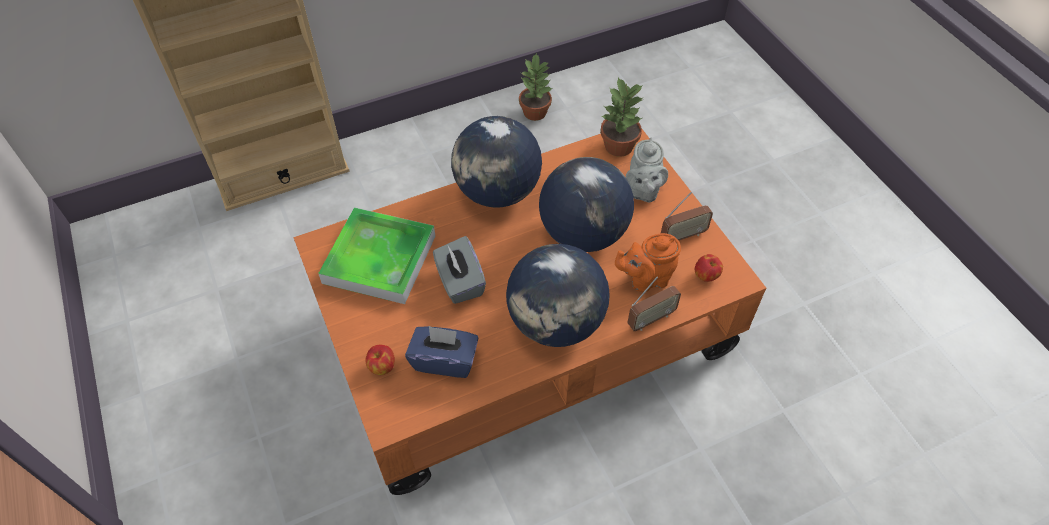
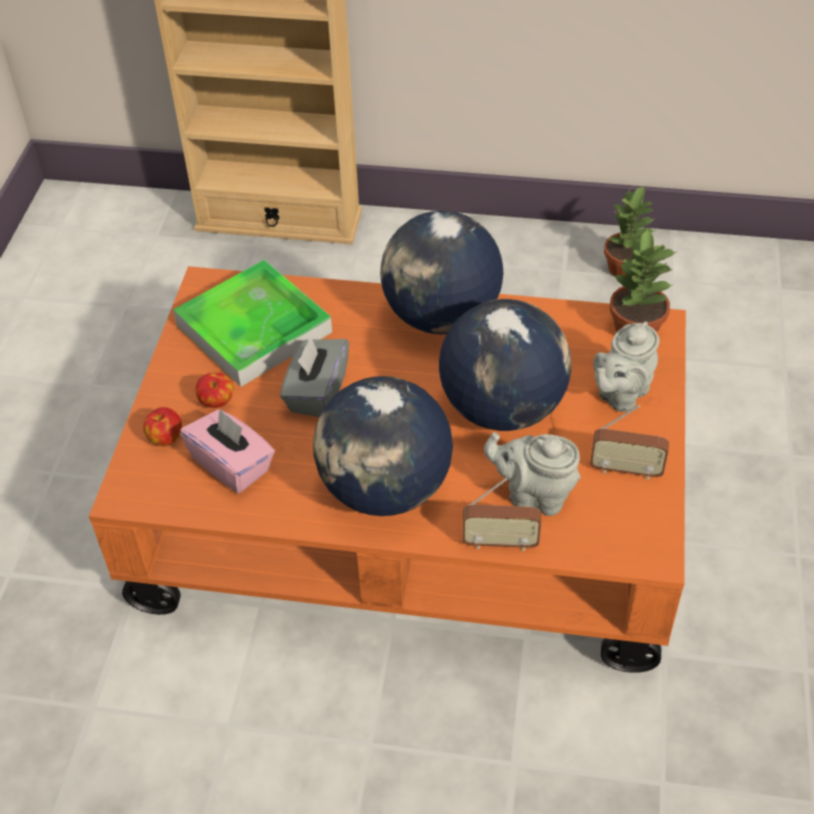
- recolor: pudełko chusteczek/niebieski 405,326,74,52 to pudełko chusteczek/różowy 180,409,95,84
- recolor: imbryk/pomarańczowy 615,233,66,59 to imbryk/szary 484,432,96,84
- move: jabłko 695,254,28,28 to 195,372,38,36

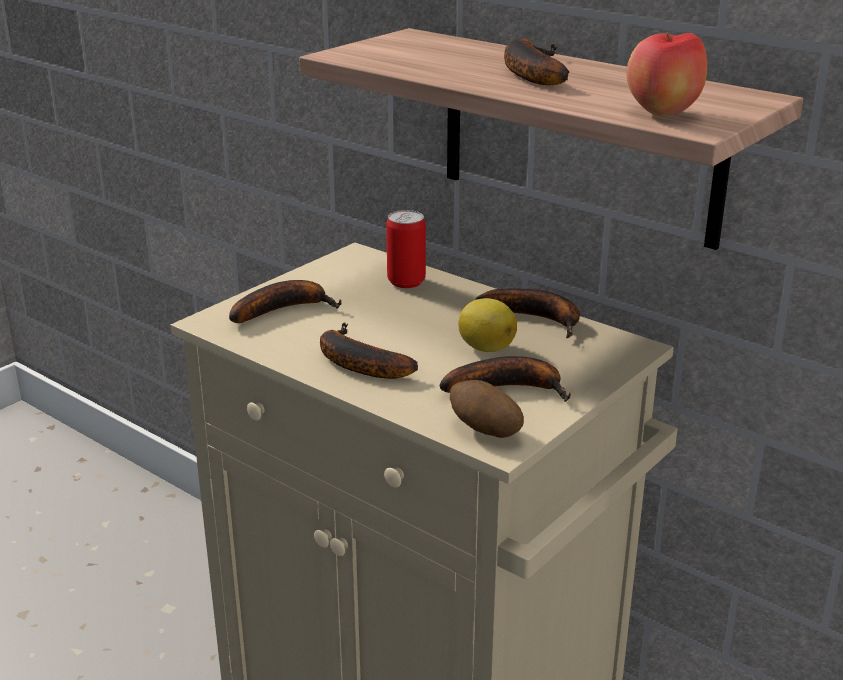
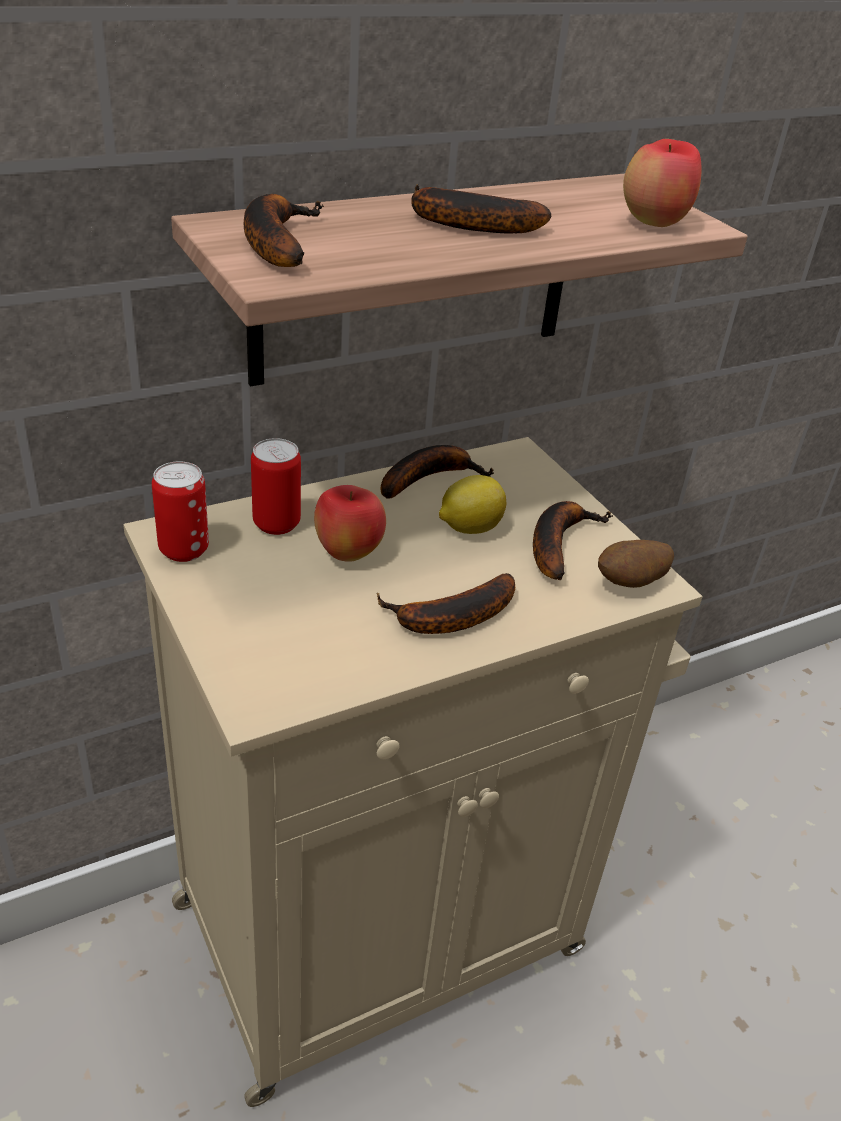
- move: banan 229,280,113,43 to 244,194,80,73
- insert: puszka 152,461,57,101
- insert: jabłko 314,485,72,77

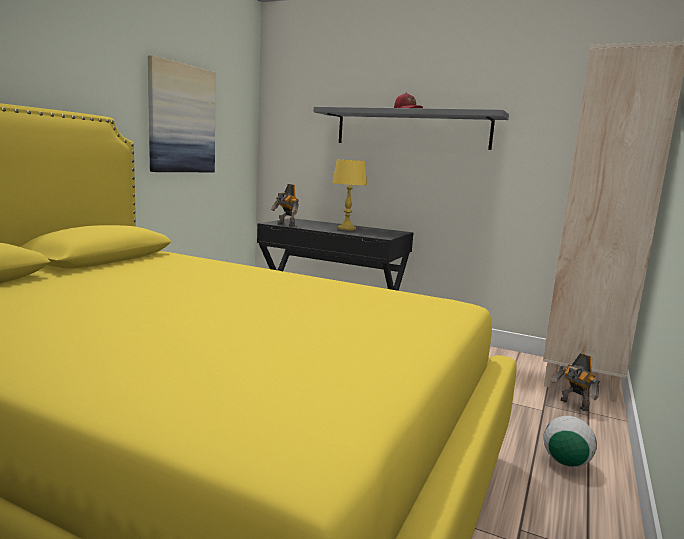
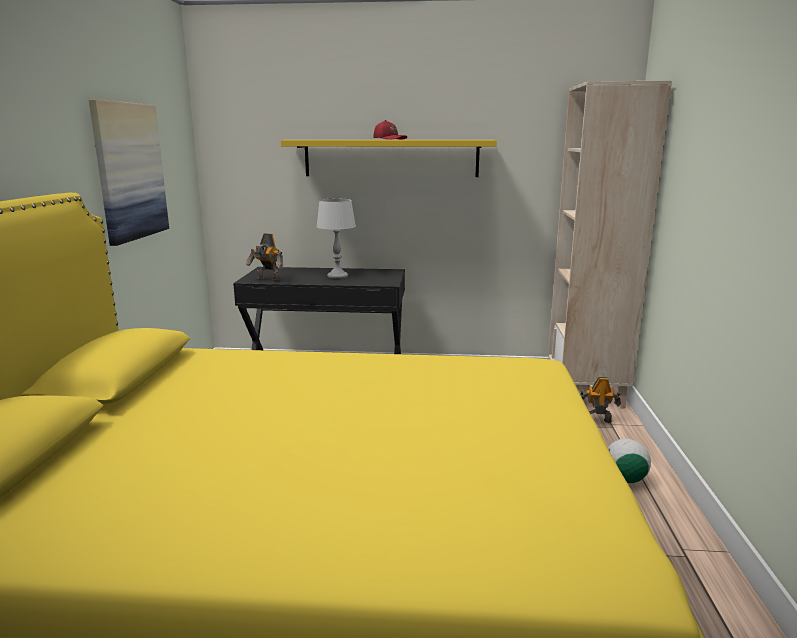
- recolor: półka/szary 314,107,195,43 to półka/żółty 281,140,216,37
- recolor: lampa stołowa/żółty 332,159,35,72 to lampa stołowa/szary 316,199,40,80
- rotate: robot zabawkowy 551,353,49,58 = 580,377,41,46 150 degrees clockwise

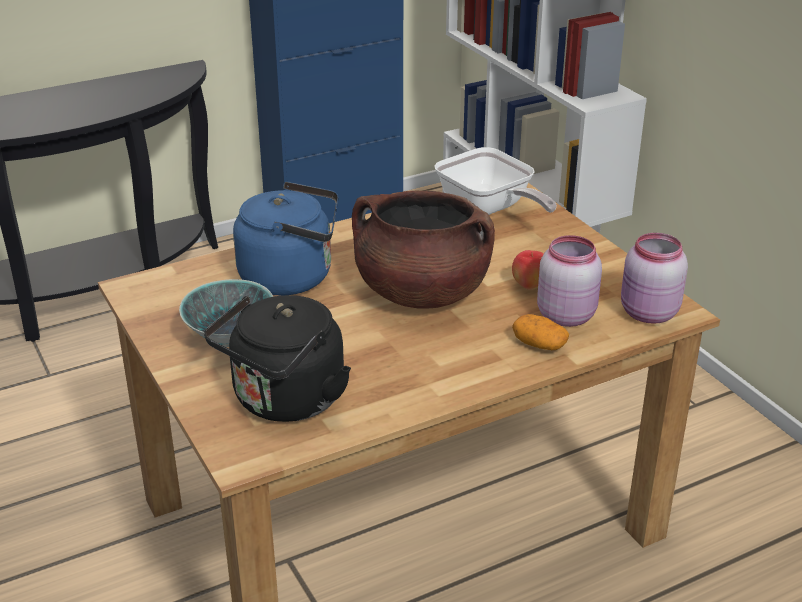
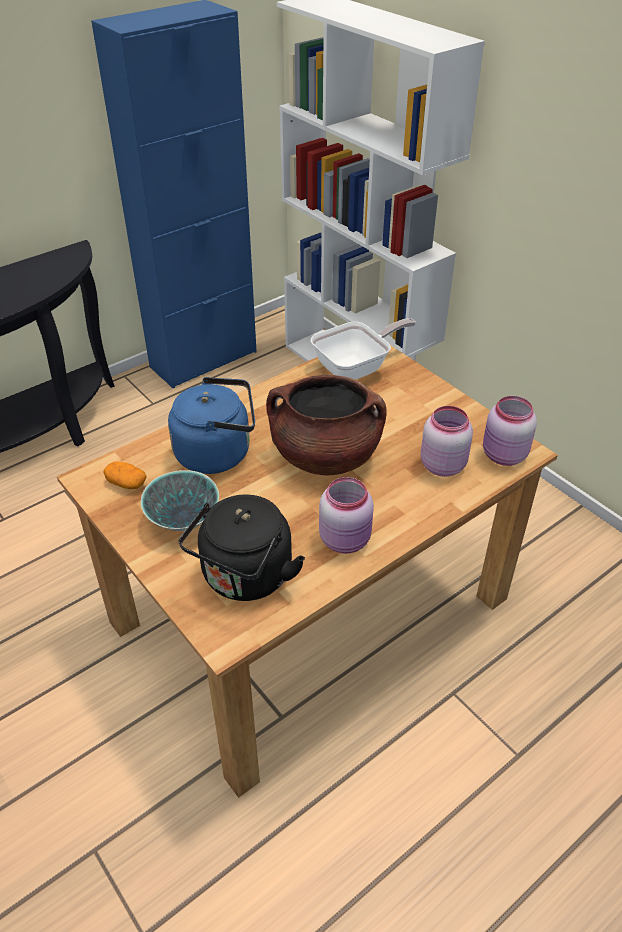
- rotate: patelnia 435,147,122,68 = 311,318,105,62 75 degrees counterclockwise
- delete: jabłko 512,250,32,40
- move: ziemniak 512,314,57,36 to 103,461,44,28
- insert: słoik/różowy 319,477,55,77

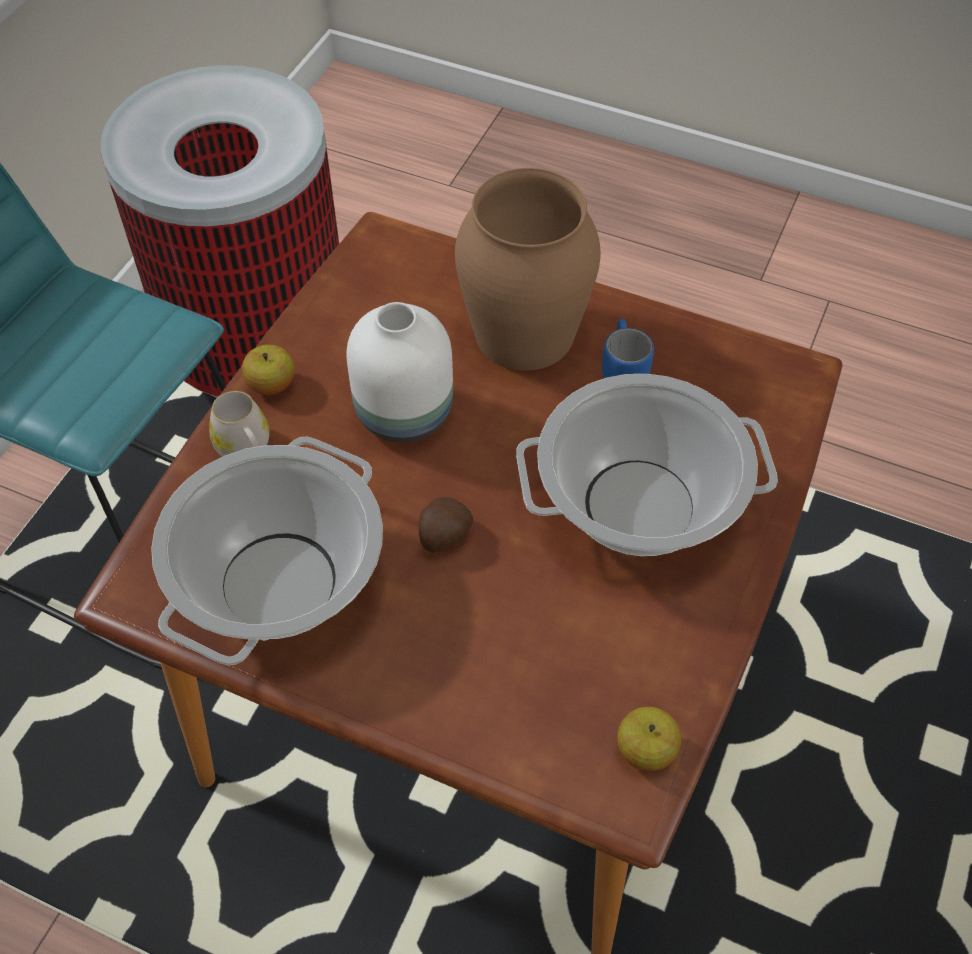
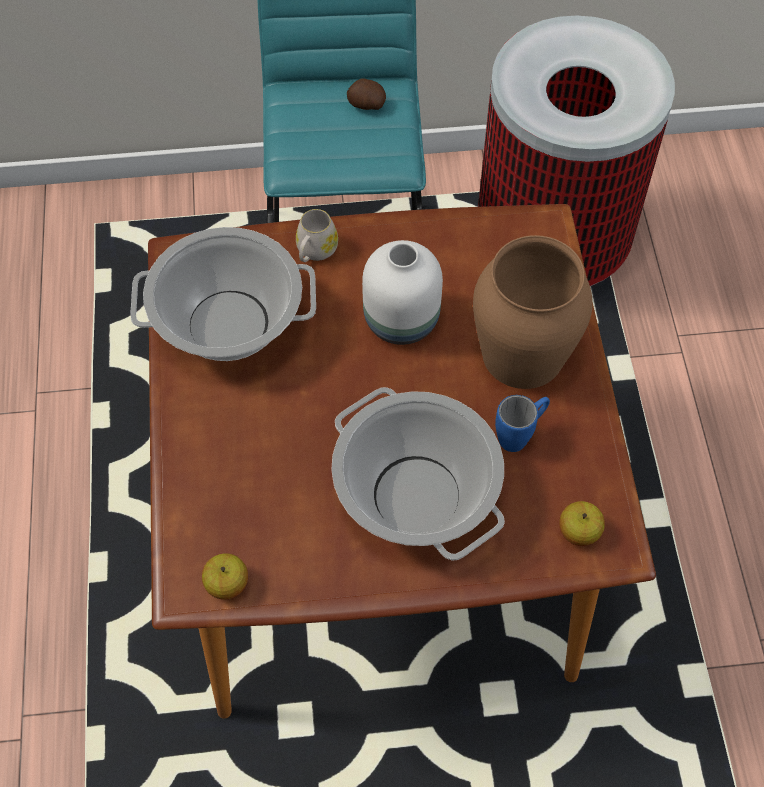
- move: jabłko 242,345,53,50 to 559,501,46,45
- move: ziemniak 419,497,54,56 to 347,78,39,32

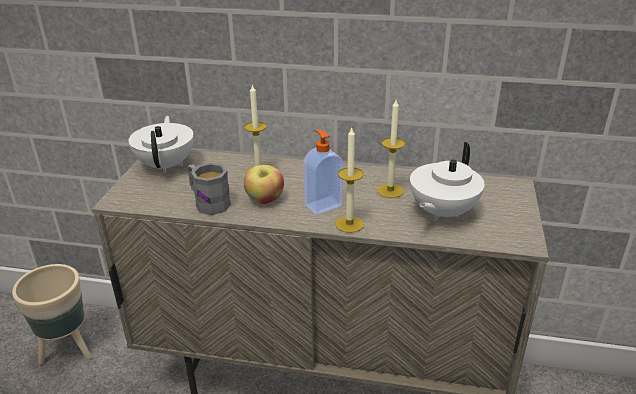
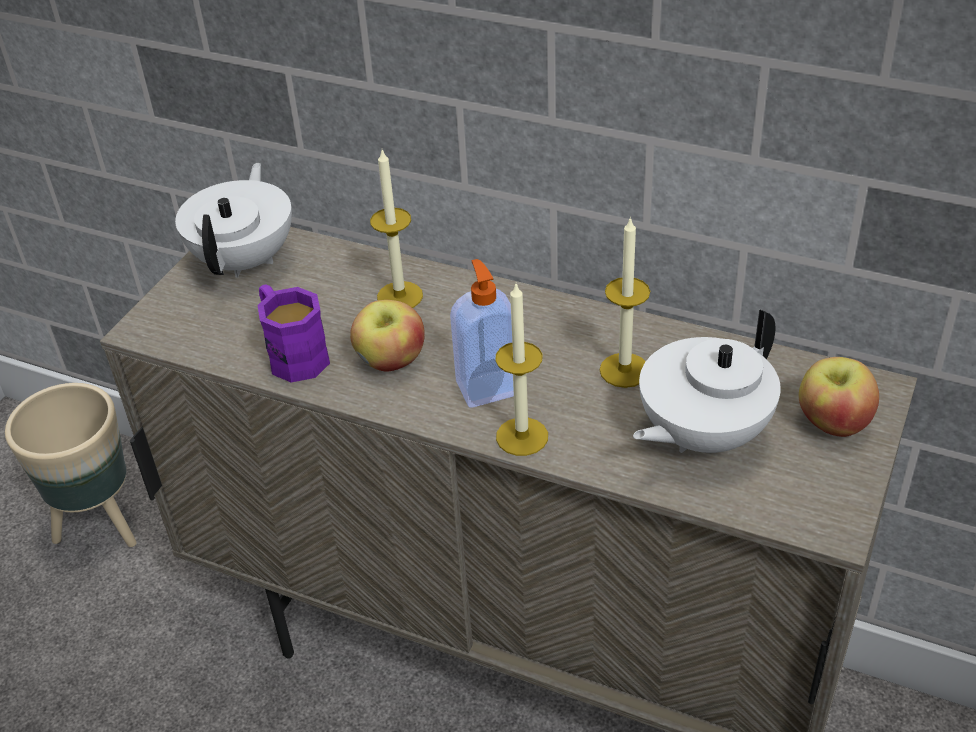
- recolor: kubek/szary 187,163,44,52 to kubek/fioletowy 257,284,73,98
- insert: jabłko 799,357,80,80

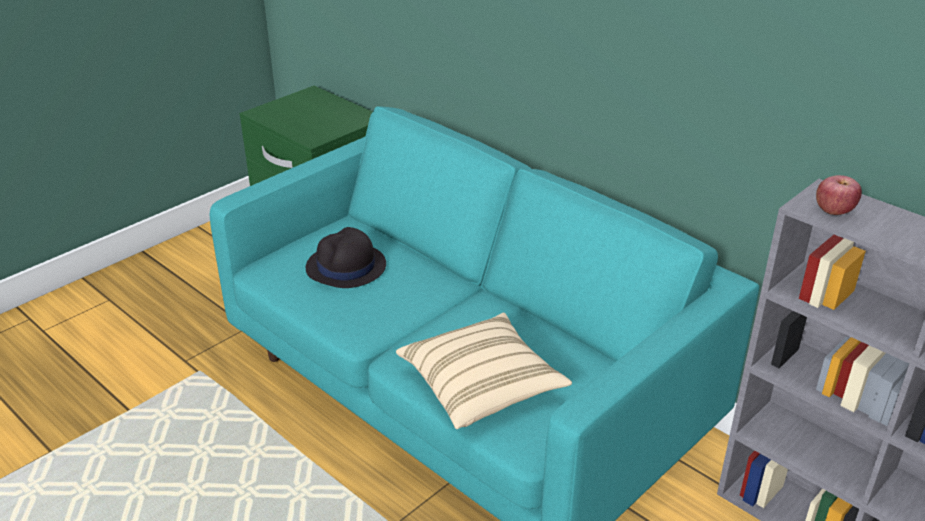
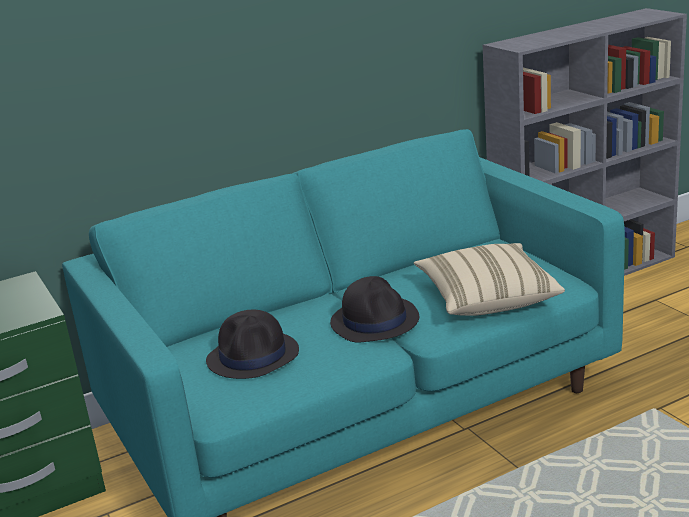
- delete: jabłko 816,175,46,40
- insert: kapelusz/czarny 330,276,89,67

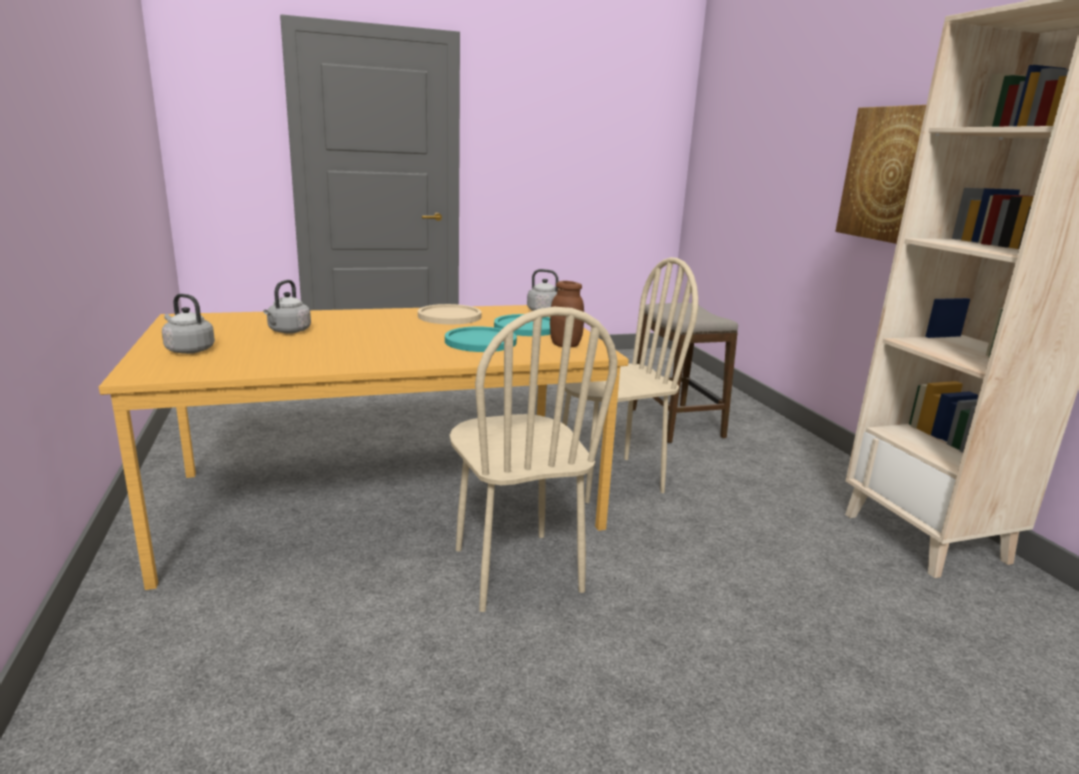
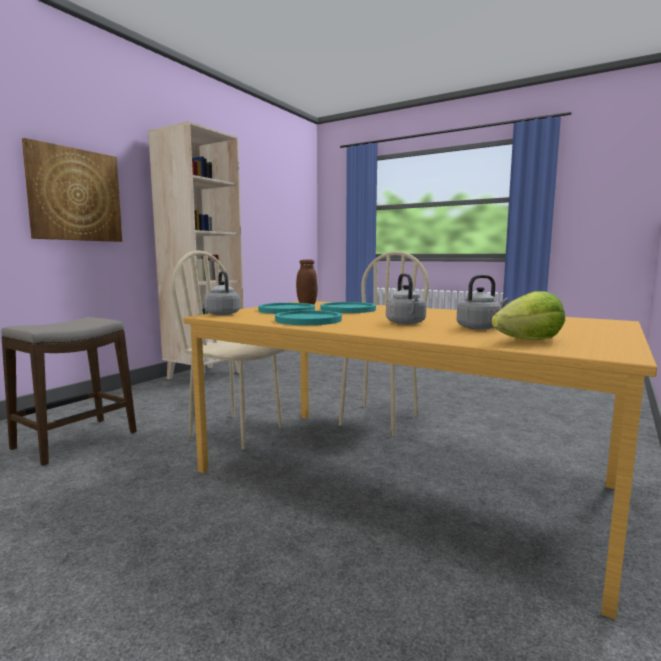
- move: czajnik/szary 162,294,53,60 to 386,273,40,52
- recolor: talerz/beżowy 418,304,63,21 to talerz/turkusowy 275,310,67,15
- insert: sałata 491,291,74,49

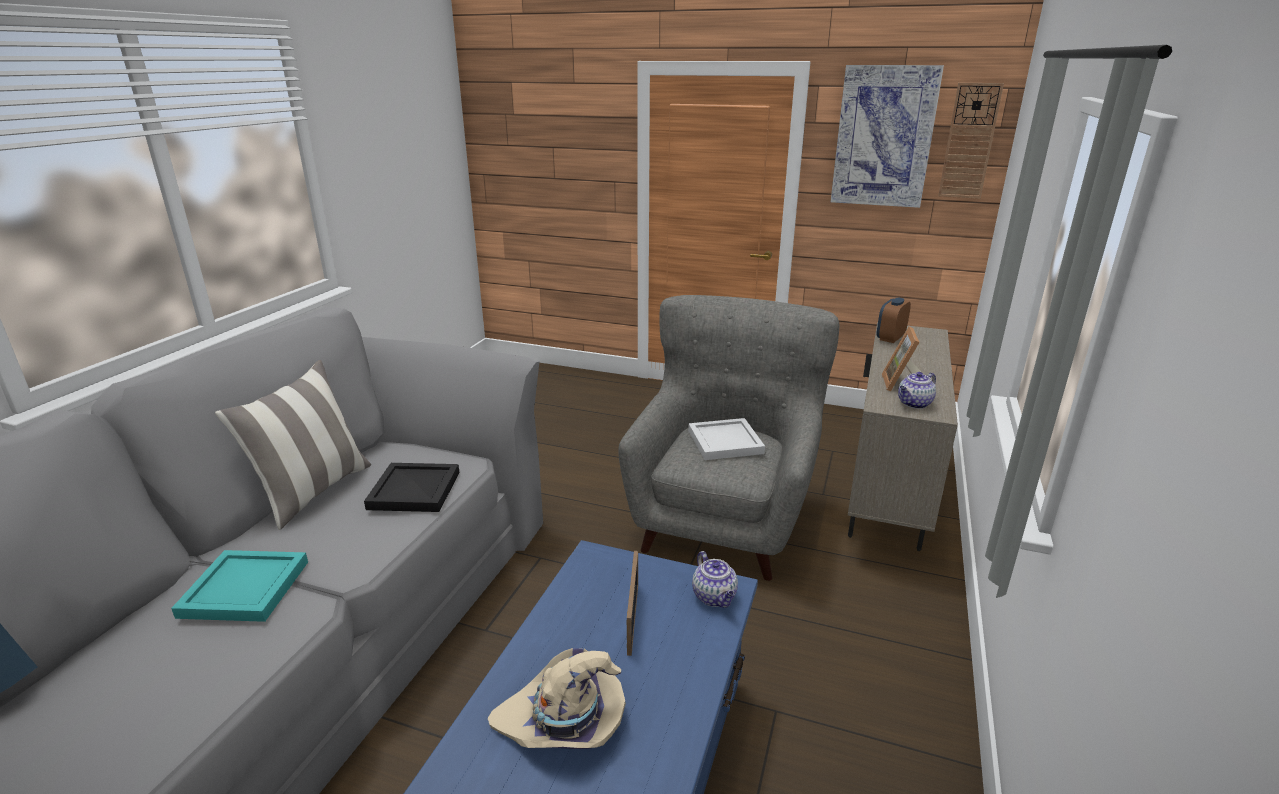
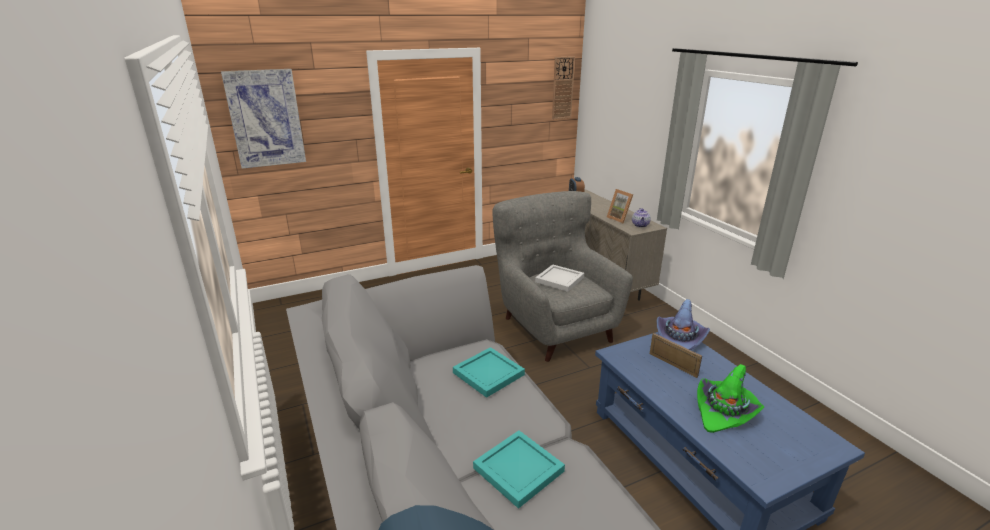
- delete: poduszka 215,360,156,170
- recolor: taca/czarny 364,463,96,49 to taca/turkusowy 453,347,72,51
- recolor: kapelusz/beżowy 488,648,138,101 to kapelusz/zielony 697,364,67,69
- replace: imbryk 692,551,46,57 to kapelusz/fioletowy 657,299,53,51
- move: obraz 830,65,114,143 to 221,69,85,100

